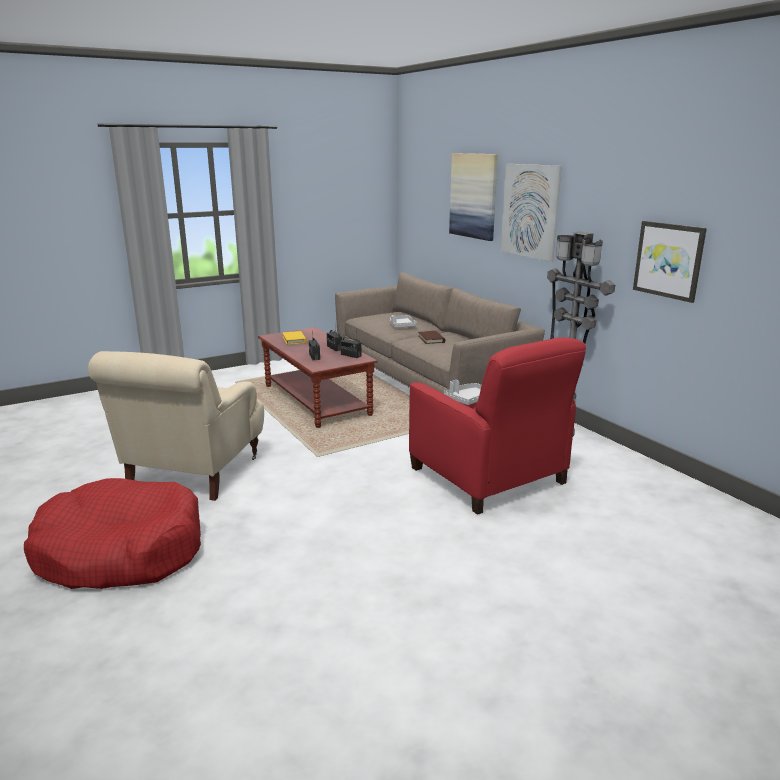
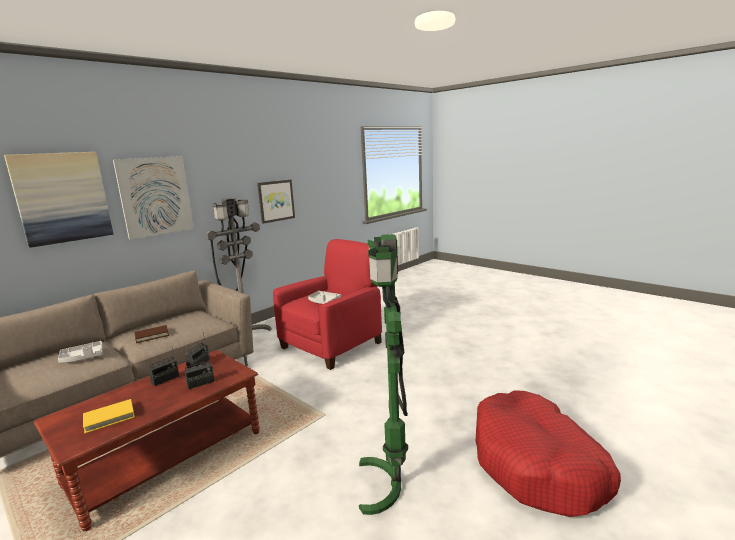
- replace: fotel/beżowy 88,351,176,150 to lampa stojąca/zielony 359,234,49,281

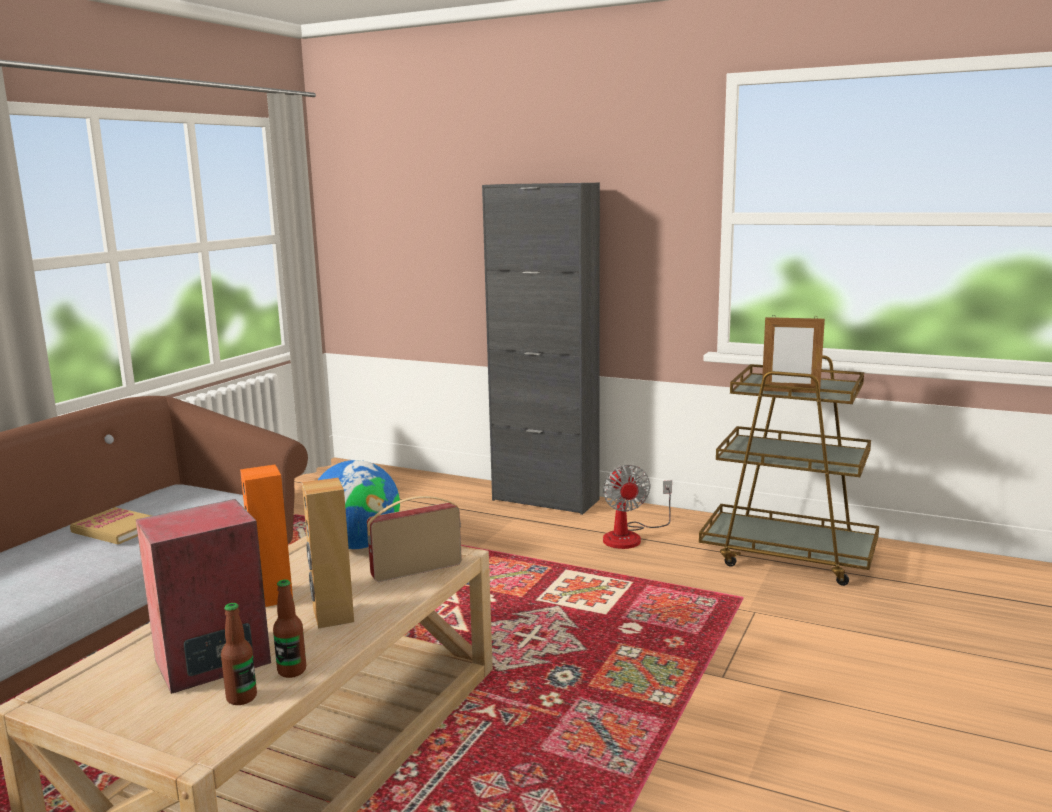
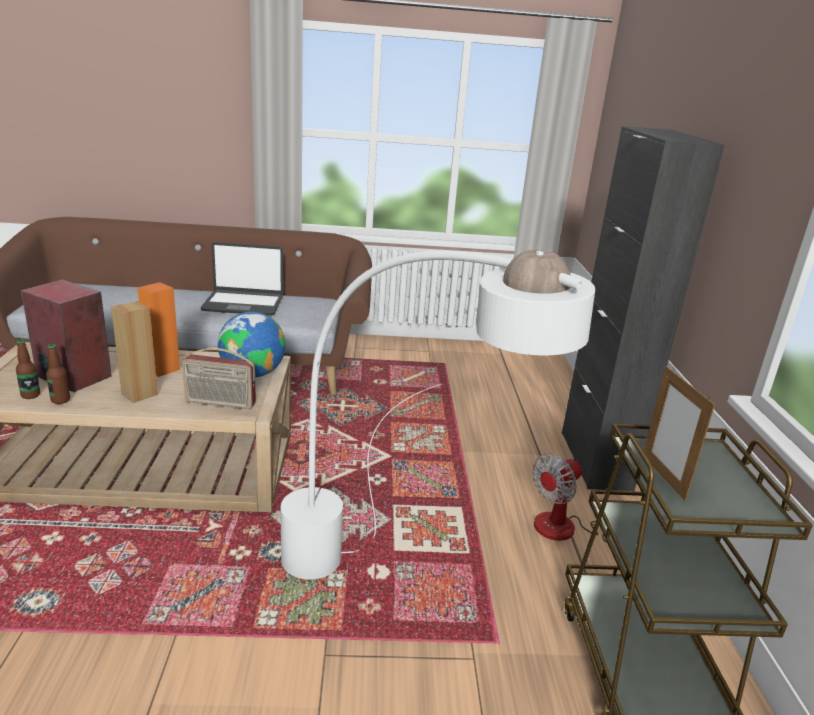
- replace: książka 70,507,81,37 to laptop 200,242,83,74
- rotate: radio 367,496,95,86 = 182,348,74,61 150 degrees clockwise
- insert: lampa stojąca/biały 281,250,314,330

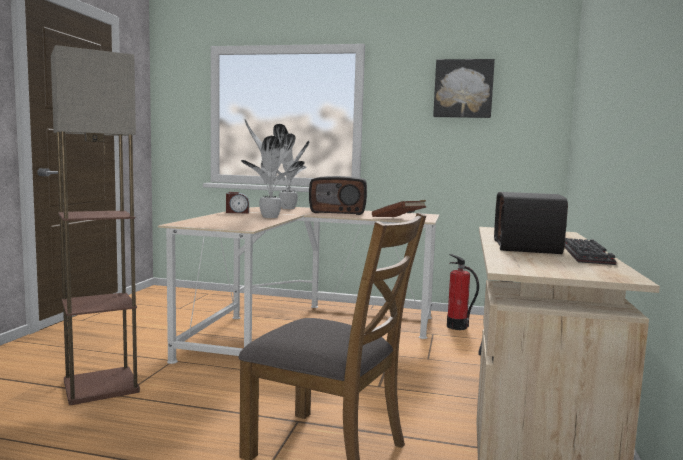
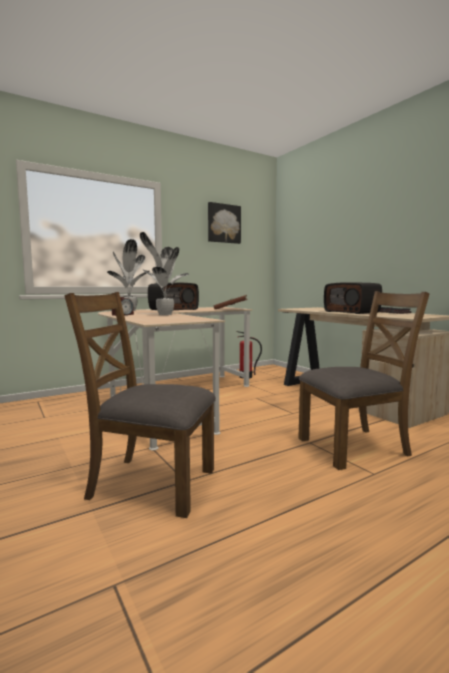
- replace: lampa stojąca 51,45,89,360 to krzesło/brązowy 64,292,152,226

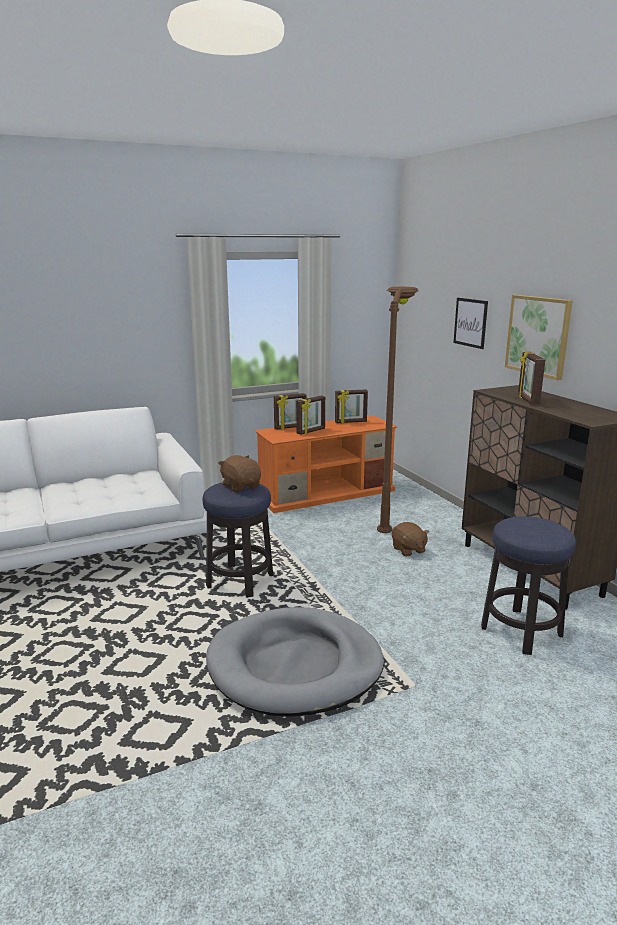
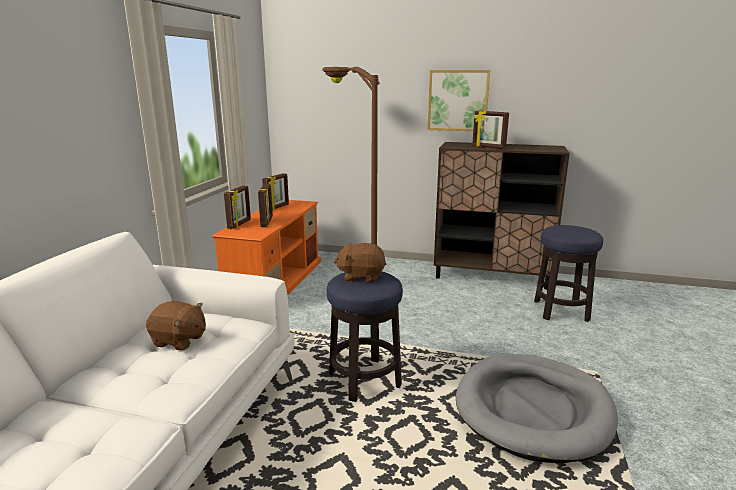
- move: pluszak/brązowy 392,522,37,34 to 146,301,60,50
- delete: obraz 453,298,35,51

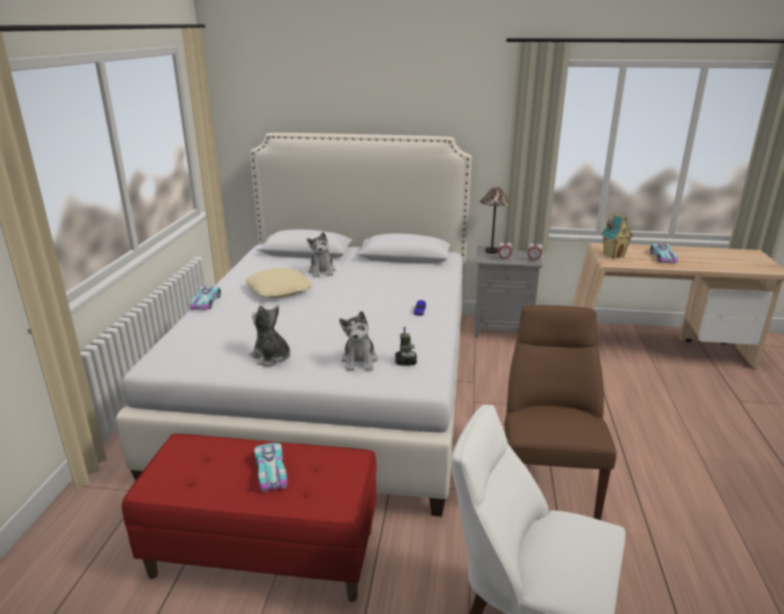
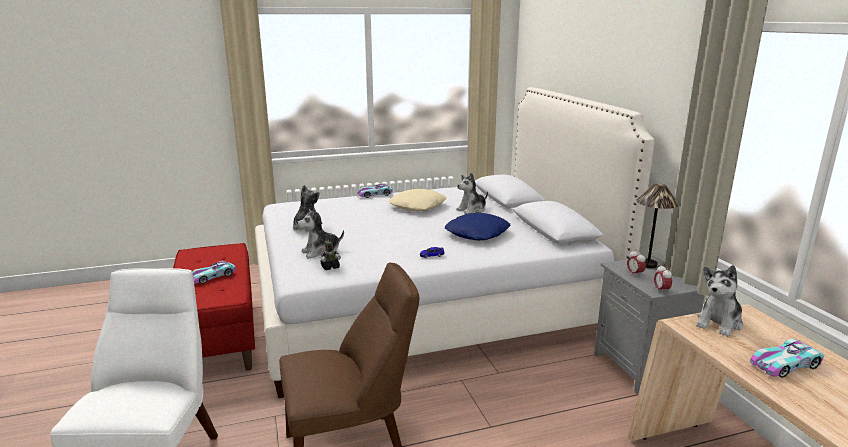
- replace: domek 601,213,33,46 to pluszak 696,265,47,72
- insert: poduszka/niebieski 445,213,66,27

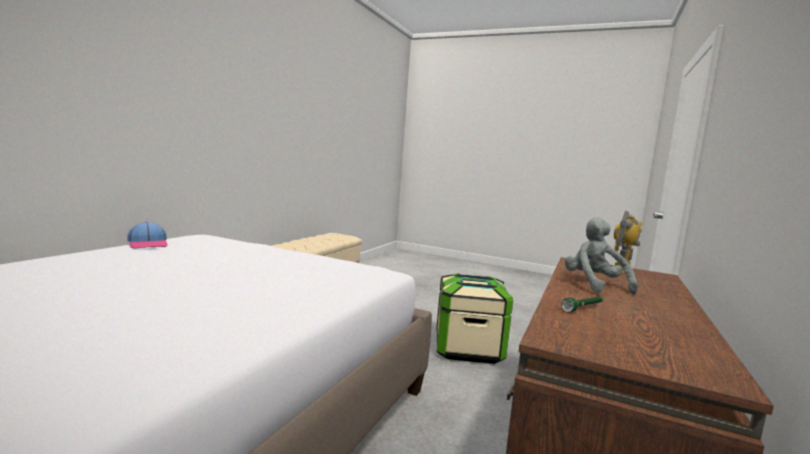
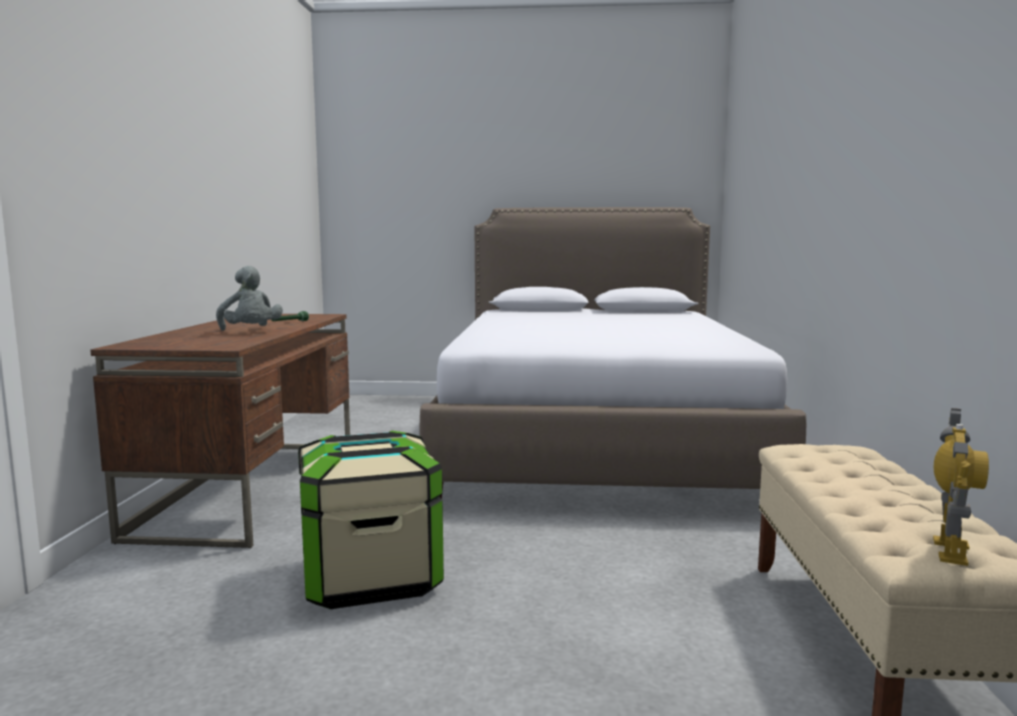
- delete: czapka z daszkiem 127,221,40,28
- move: robot zabawkowy 614,211,28,63 to 933,408,56,158

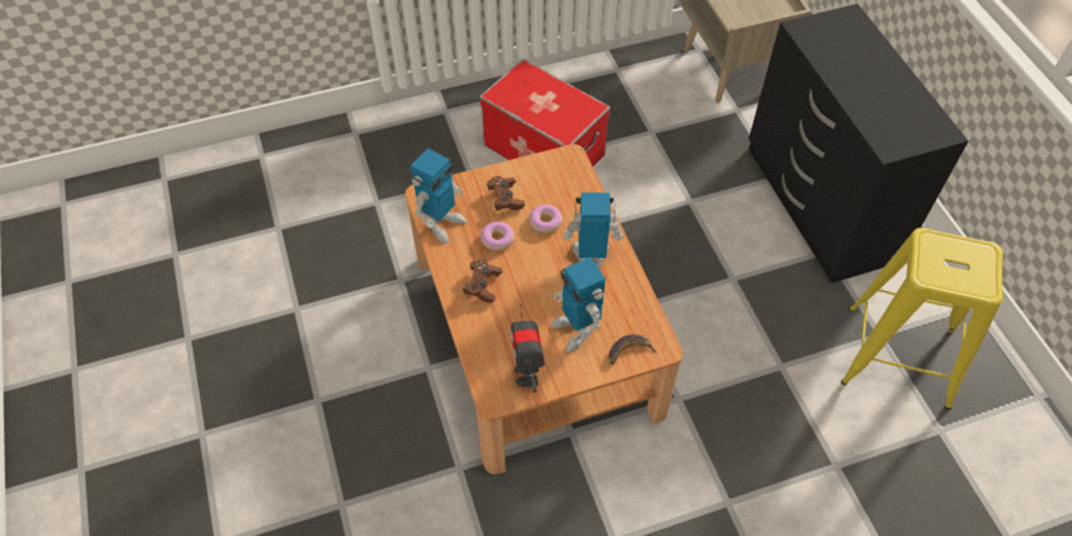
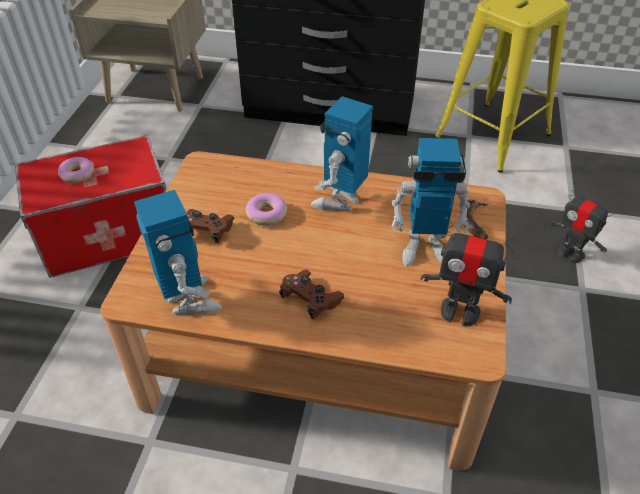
- move: donut 480,222,34,29 to 58,157,36,26
- insert: robot zabawkowy 549,182,65,81

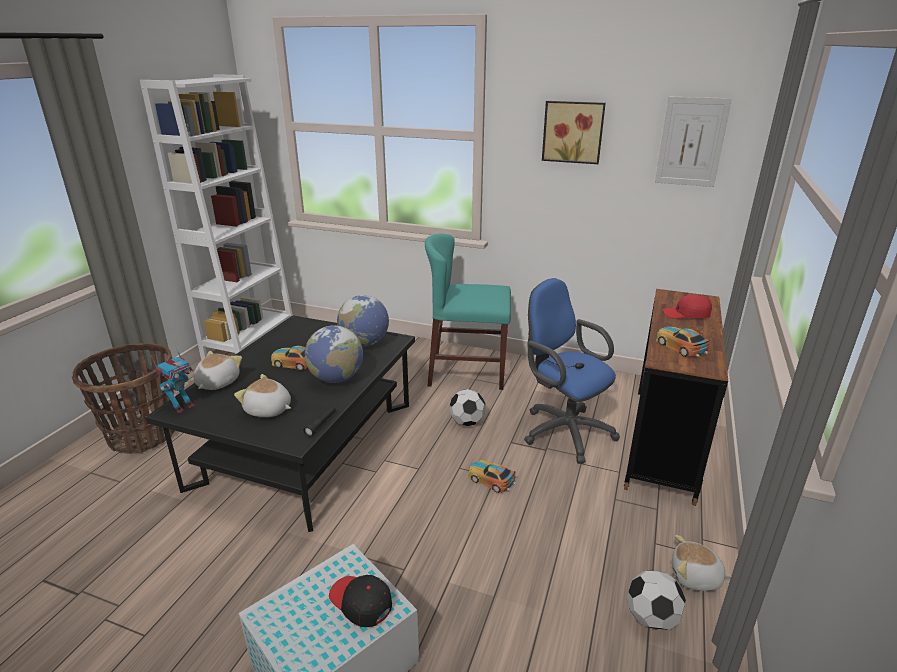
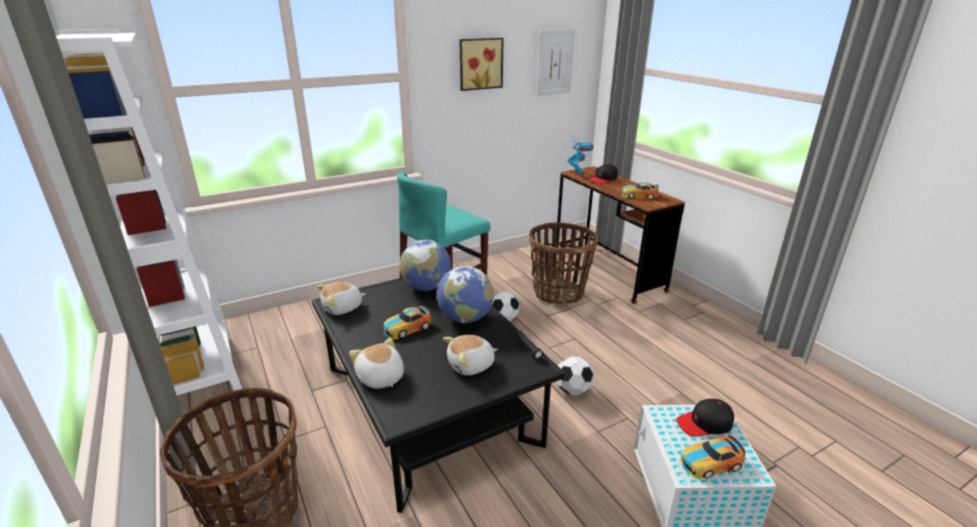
- move: robot zabawkowy 150,345,45,68 to 568,136,26,39
- move: samochodzik 468,460,47,33 to 680,435,66,44
- replace: krzesło biurowe/niebieski 524,278,96,186 to koszyk 529,222,70,82
- move: piłka futbolowa 627,571,59,59 to 556,357,38,39
- recolor: czapka z daszkiem/czerwony 662,294,50,25 to czapka z daszkiem/czarny 590,164,28,20
- move: pluszak 672,535,59,56 to 316,282,50,33

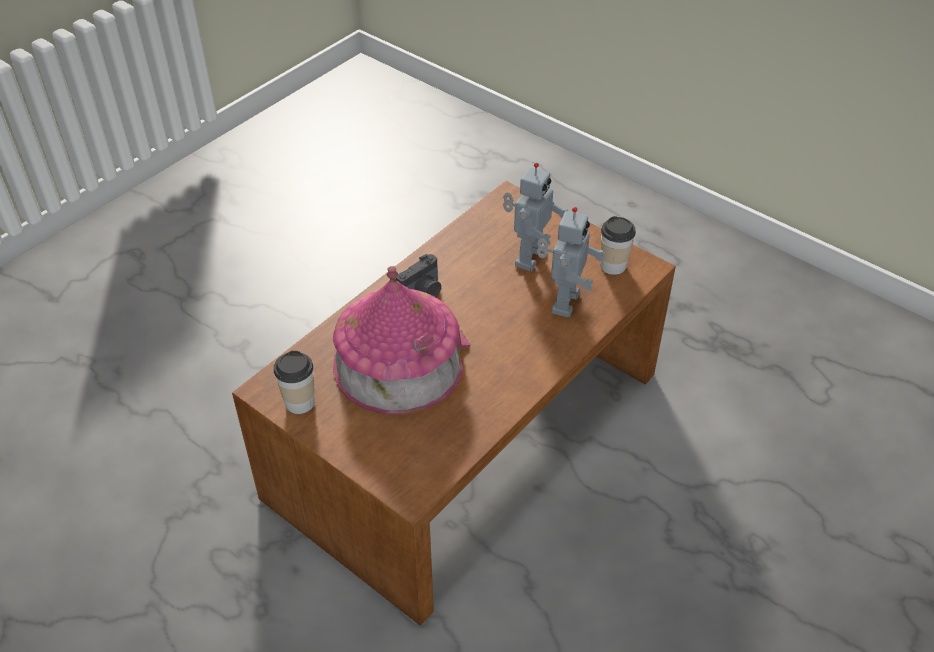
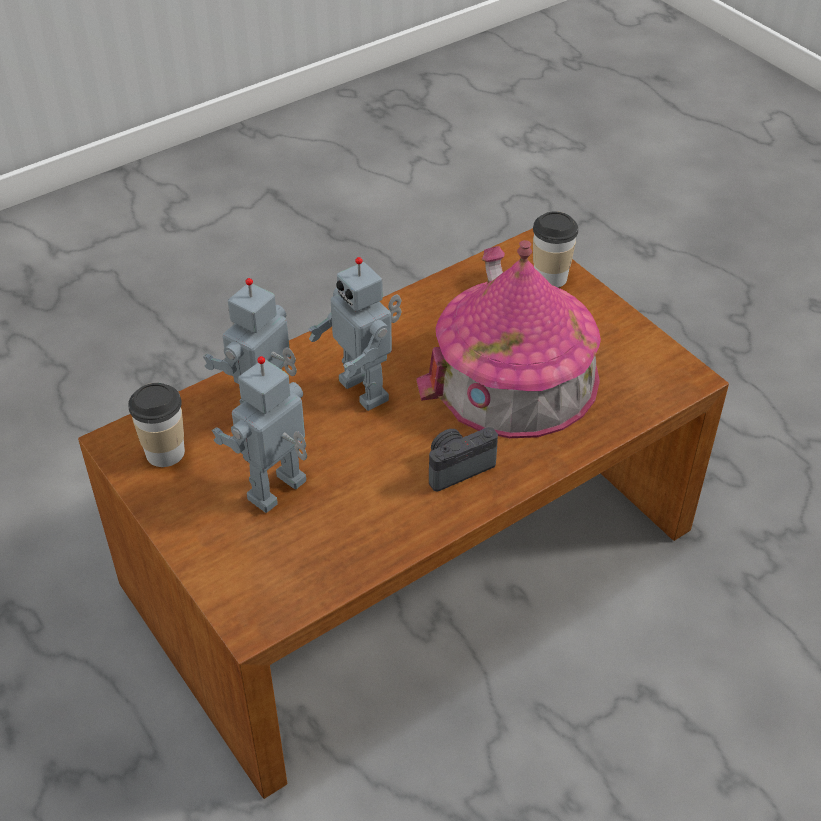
- move: filiżanka 274,351,40,63 to 533,211,45,77
- insert: robot zabawkowy 308,257,94,154

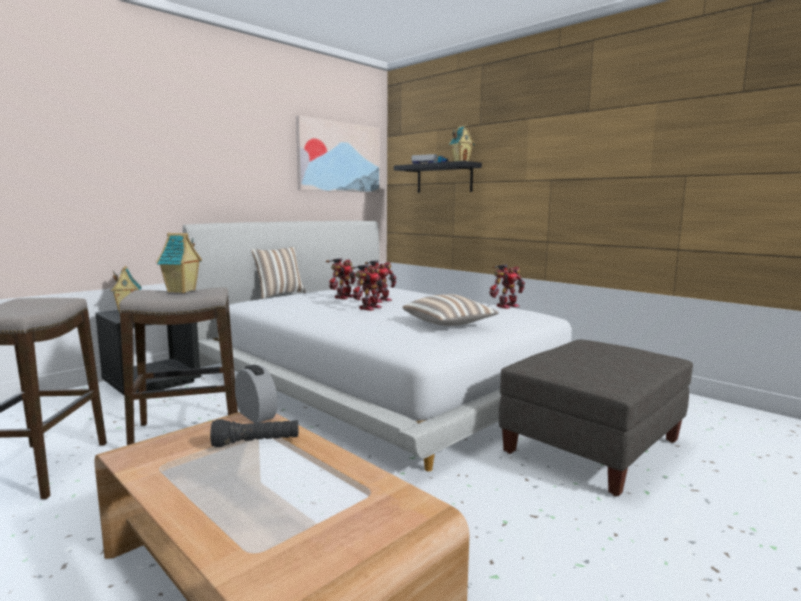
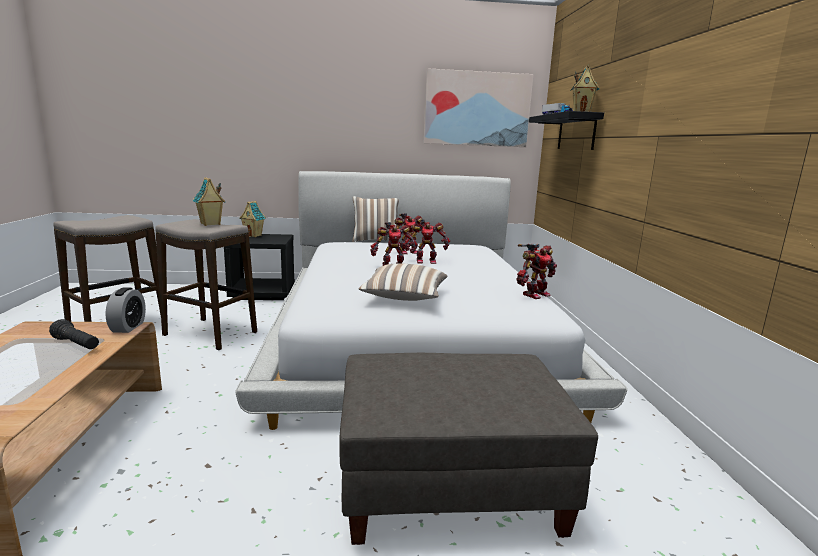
- rotate: robot zabawkowy 490,264,35,45 = 516,244,41,55 45 degrees counterclockwise

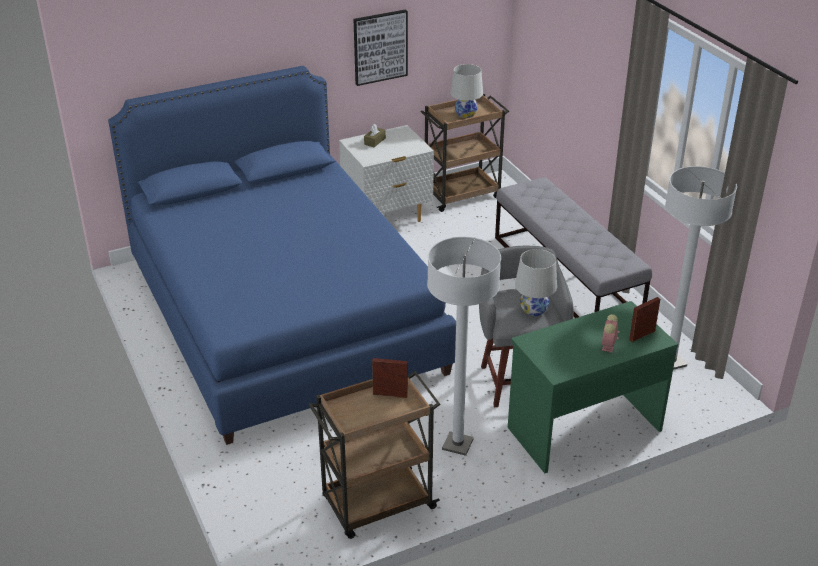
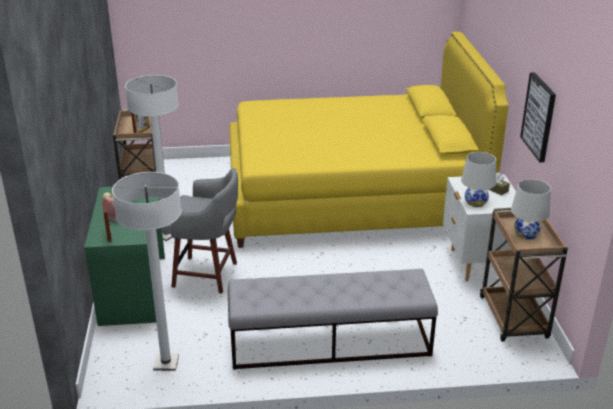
- recolor: łóżko/niebieski 108,66,348,379 to łóżko/żółty 229,32,280,216
- move: lampa stołowa/biały 515,249,42,67 to 461,152,35,55

